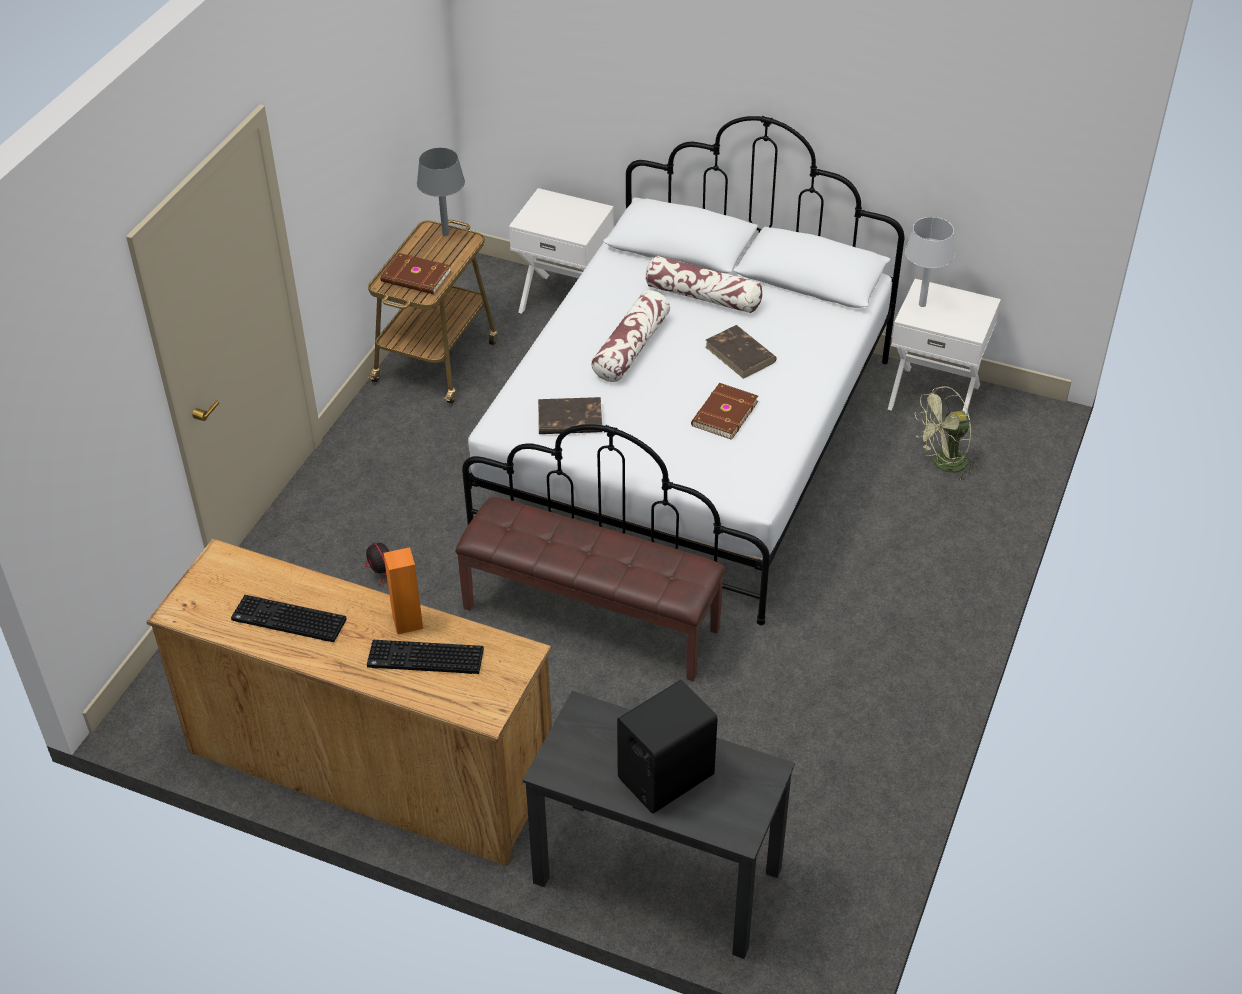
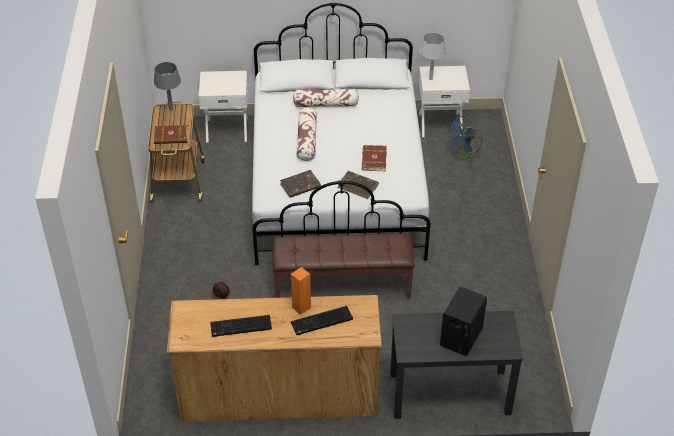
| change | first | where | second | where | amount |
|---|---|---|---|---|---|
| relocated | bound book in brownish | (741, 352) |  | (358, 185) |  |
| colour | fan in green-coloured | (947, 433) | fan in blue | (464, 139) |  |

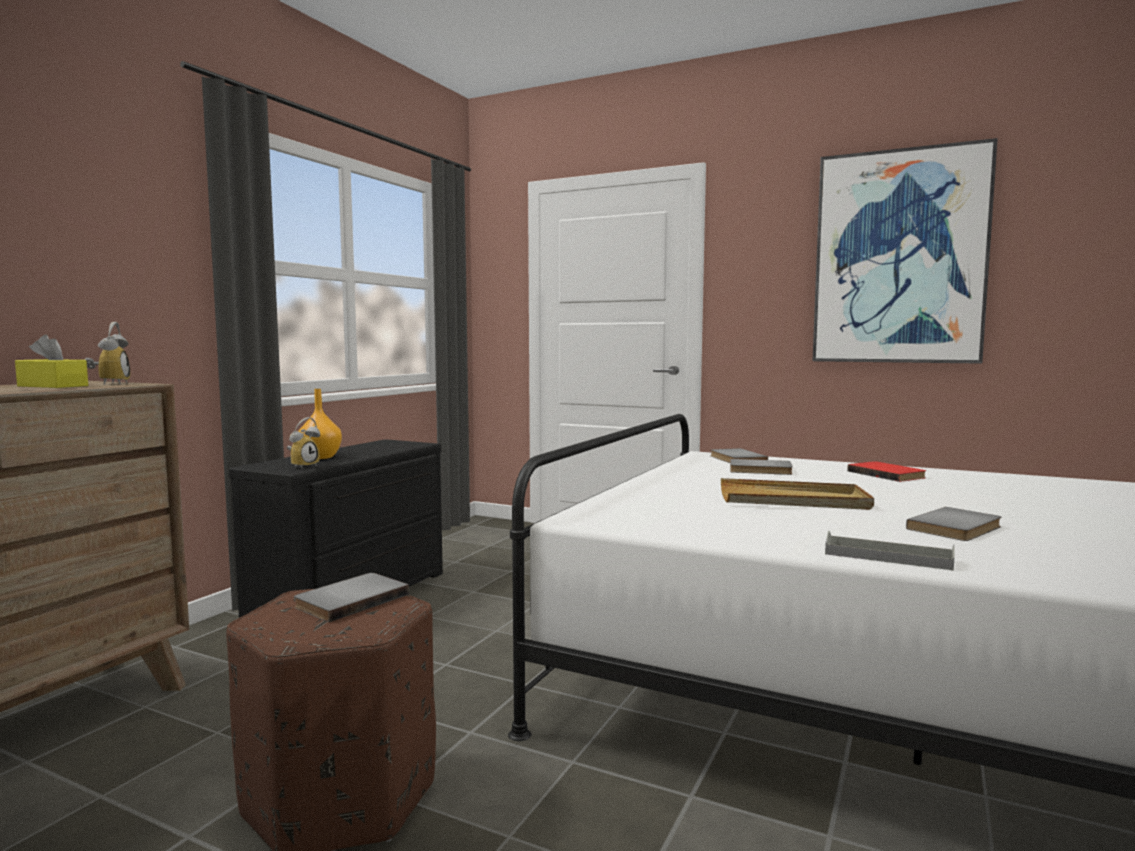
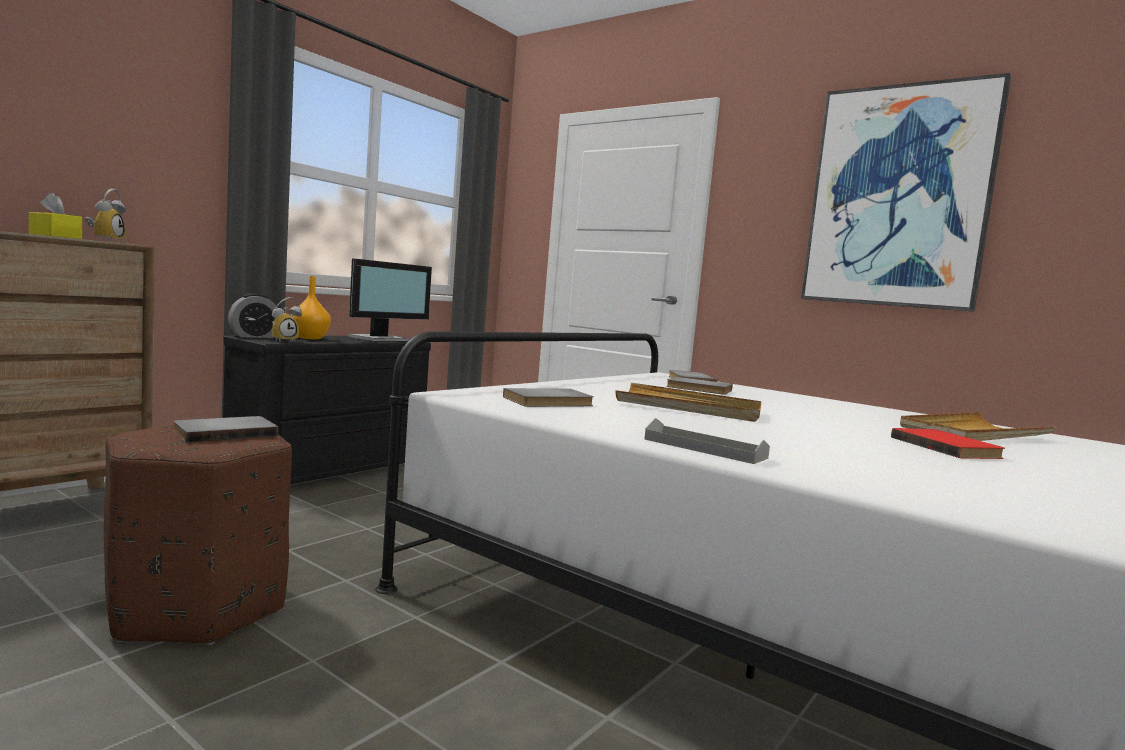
| change | first | where | second | where | amount |
|---|---|---|---|---|---|
| appeared |  |  | table clock | (253, 316) |  |
| appeared |  |  | computer display | (390, 300) |  |
| appeared |  |  | serving tray in beige-coloured | (978, 426) |  |
| relocated | bound book in red-coloured | (886, 471) |  | (948, 443) |  |
| relocated | bound book in gray | (954, 524) |  | (548, 397) |  |

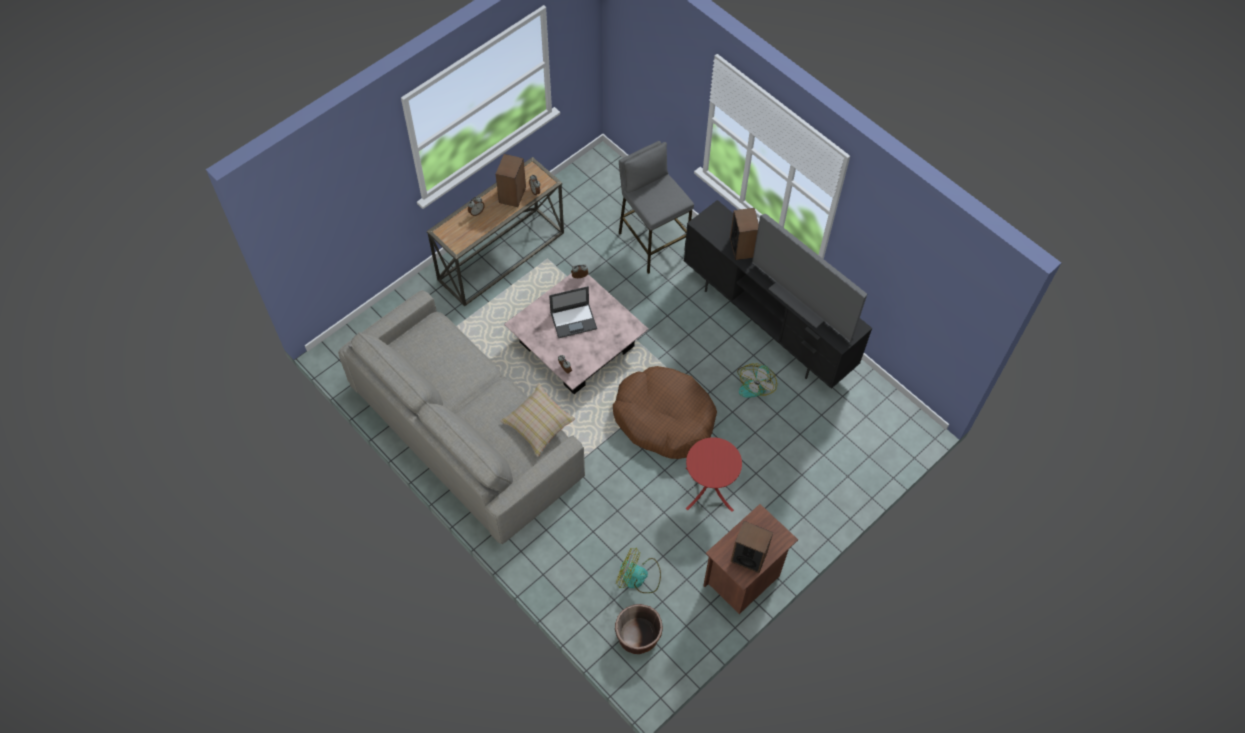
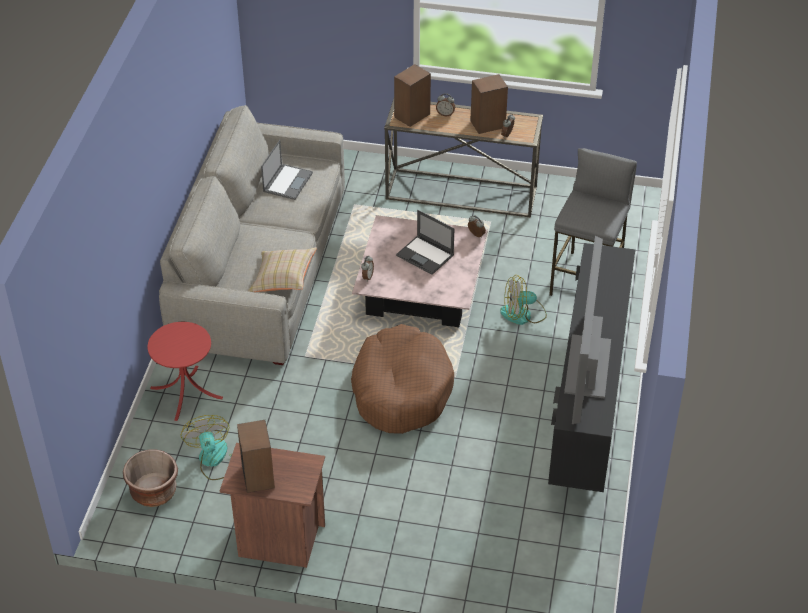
| change | first | where | second | where | amount |
|---|---|---|---|---|---|
| appeared |  |  | laptop | (287, 170) |  |
| relocated | accent table in red-coloured | (714, 474) |  | (185, 371) |  |
| relocated | loudspeaker | (744, 234) |  | (412, 95) |  |
| relocated | fan | (757, 380) |  | (523, 300) |  |

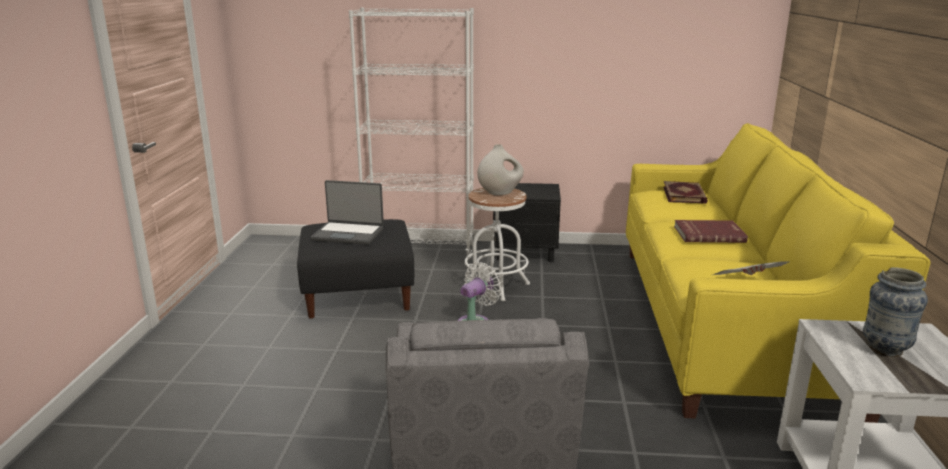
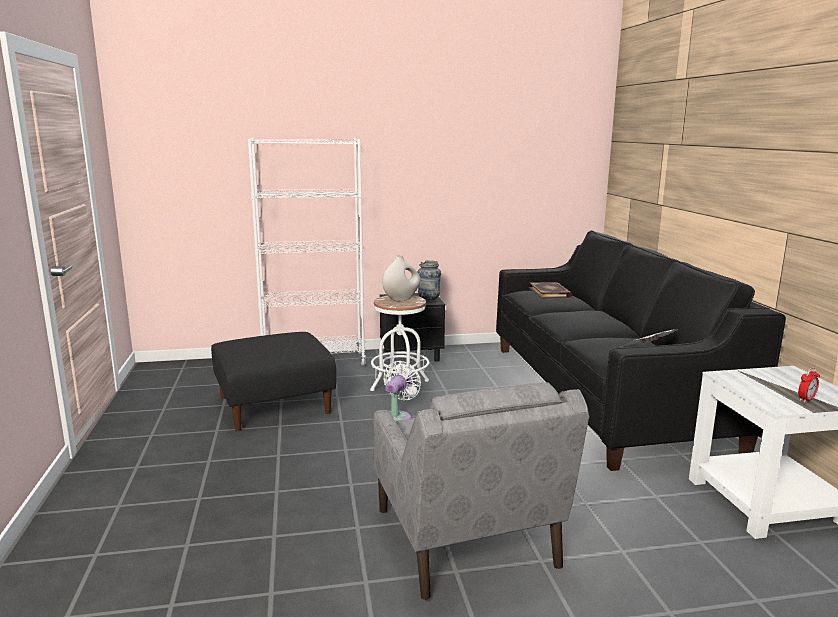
| change | first | where | second | where | amount |
|---|---|---|---|---|---|
| missing | laptop | (347, 212) |  |  |  |
| missing | bound book in red-coloured | (711, 231) |  |  |  |
| appeared |  |  | table clock | (809, 384) |  |
| relocated | decorative vase | (895, 312) |  | (429, 281) |  |
| colour | sofa in yellow | (778, 273) | sofa in black-coloured | (641, 350) |  |

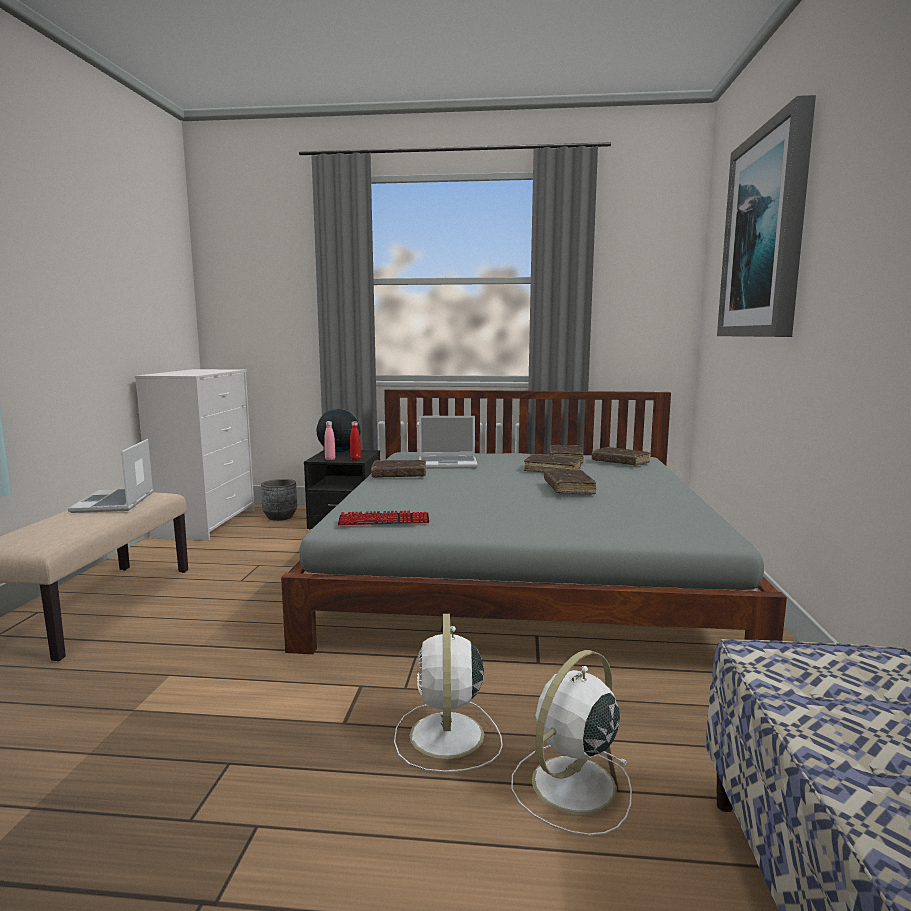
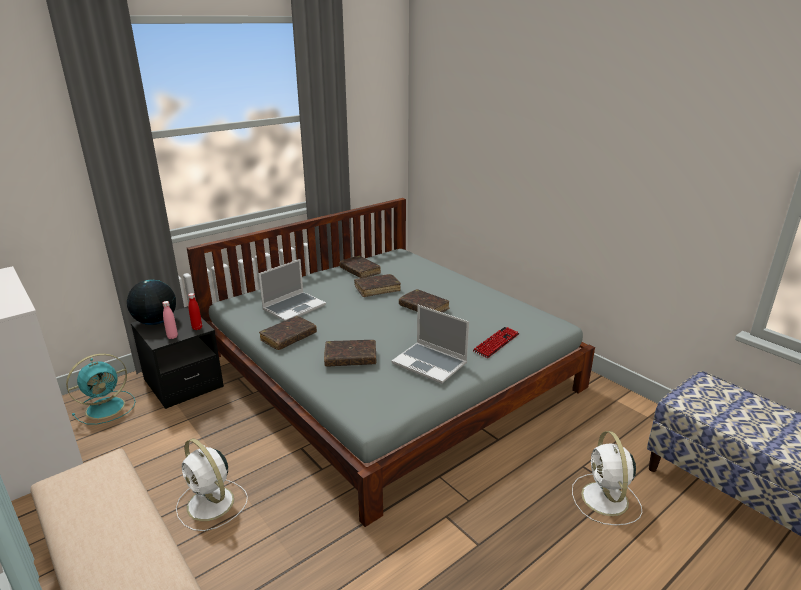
| change | first | where | second | where | amount |
|---|---|---|---|---|---|
| missing | picture | (766, 216) |  |  |  |
| relocated | laptop | (110, 476) |  | (430, 344) |  |
| relocated | PC keyboard | (383, 517) |  | (496, 342) |  |
| relocated | fan in white | (448, 693) |  | (212, 484) |  |
| relocated | bound book in brownish | (621, 456) |  | (350, 353) |  |
| exchanged | plant pot in gray | (279, 500) | fan in blue-green | (100, 389) |  |

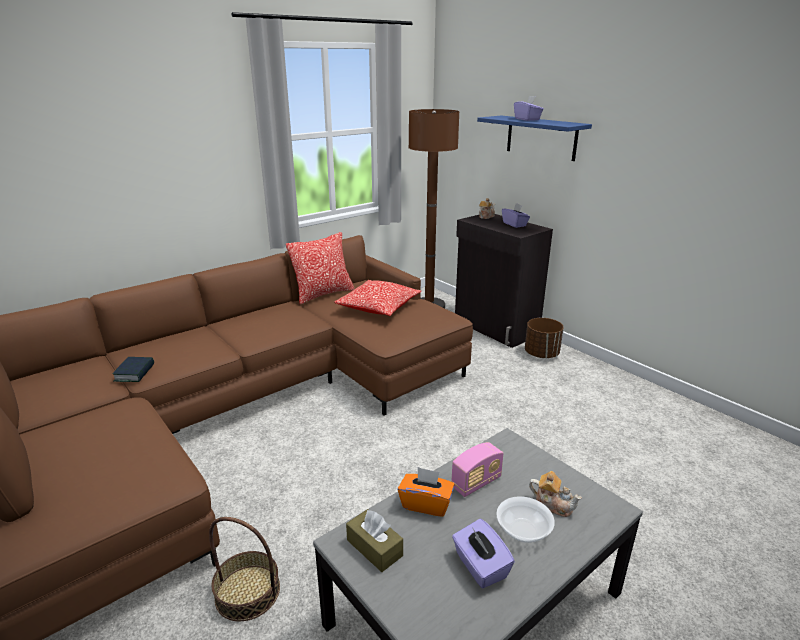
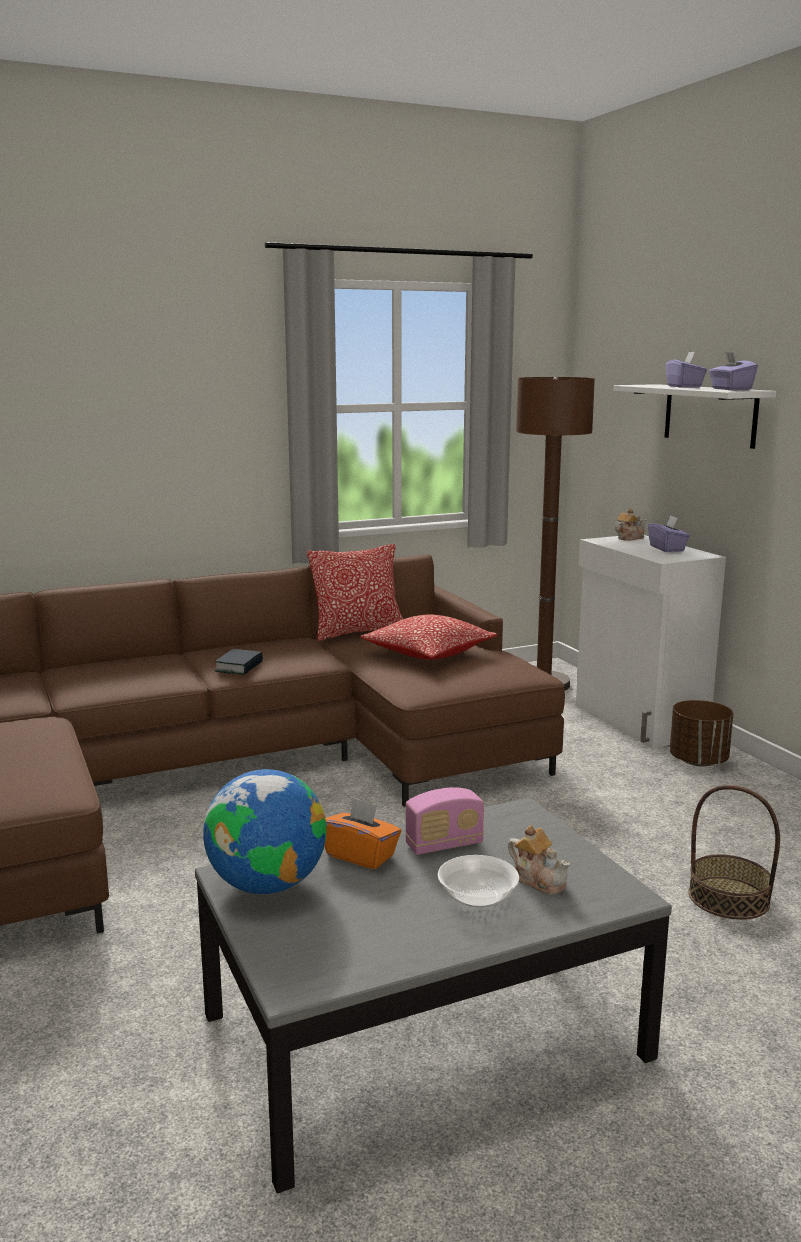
| change | first | where | second | where | amount |
|---|---|---|---|---|---|
| relocated | bound book | (133, 369) |  | (239, 662) |  |
| relocated | basket | (244, 569) |  | (734, 852) |  |
| relocated | tissue box in purplish | (483, 553) |  | (733, 371) |  |
| exchanged | tissue box in brownish | (374, 540) | world globe | (264, 831) |  |
| colour | cupboard in black-coloured | (504, 281) | cupboard in white | (651, 641) |  |
| colour | shelf in blue | (534, 138) | shelf in white | (695, 416) |  |

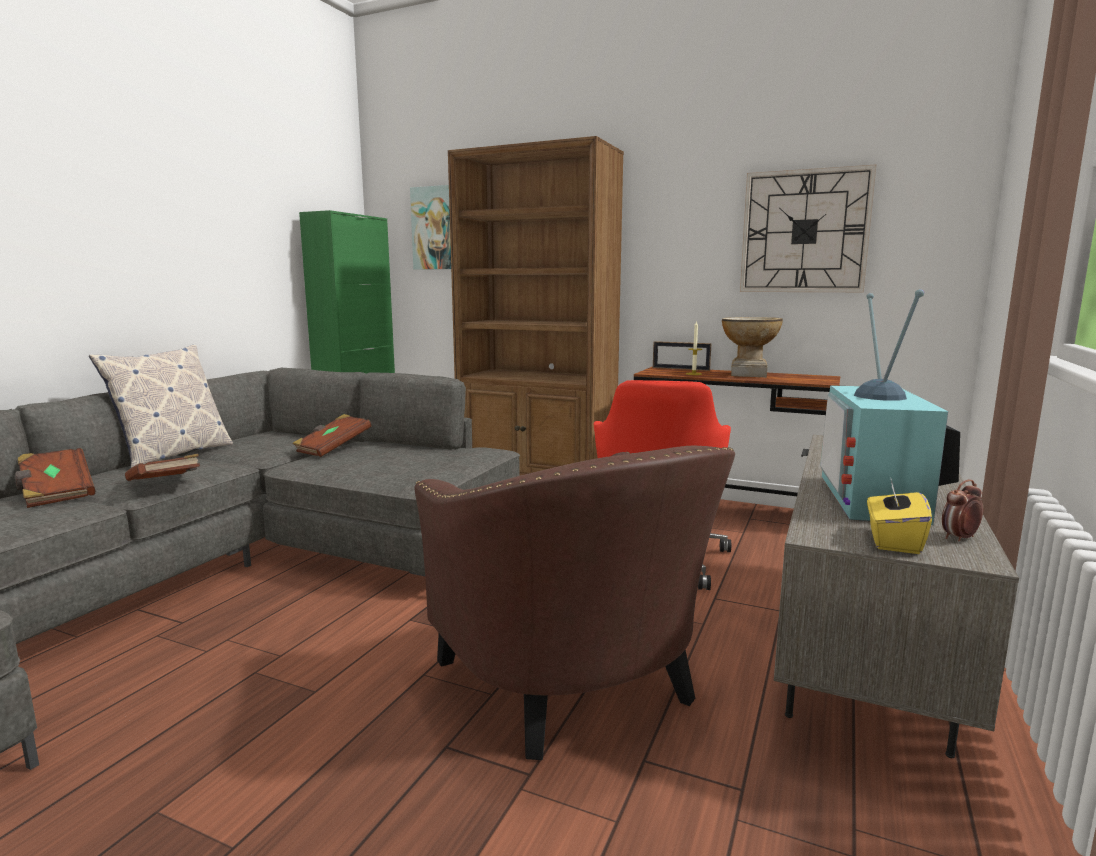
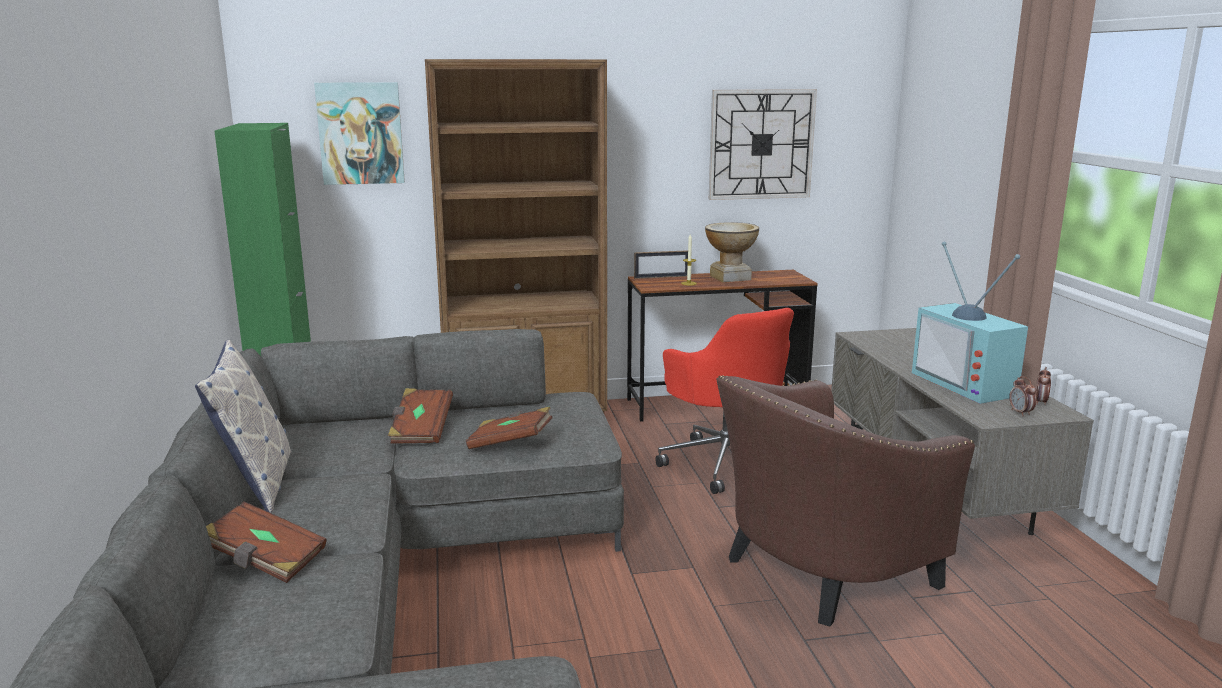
| change | first | where | second | where | amount |
|---|---|---|---|---|---|
| relocated | bound book in brownish | (162, 467) |  | (509, 428) |  |
| exchanged | tissue box in yellow | (899, 516) | table clock | (1022, 396) |  |
| spun | lounge chair in brownish | (574, 603) |  | (845, 501) | 120 degrees clockwise |

